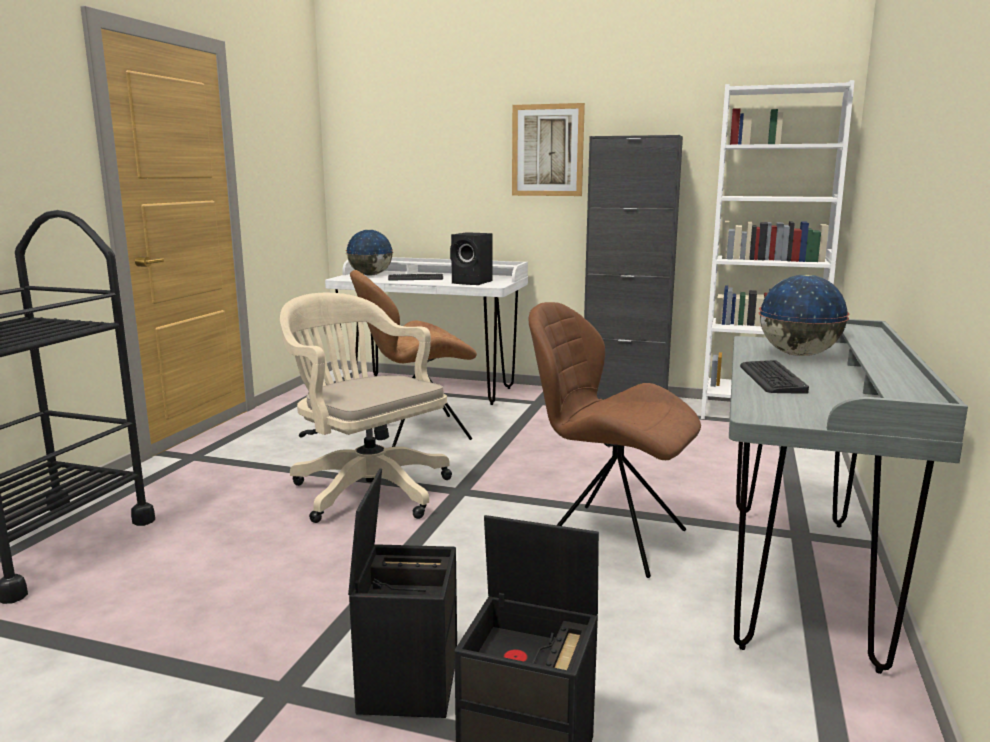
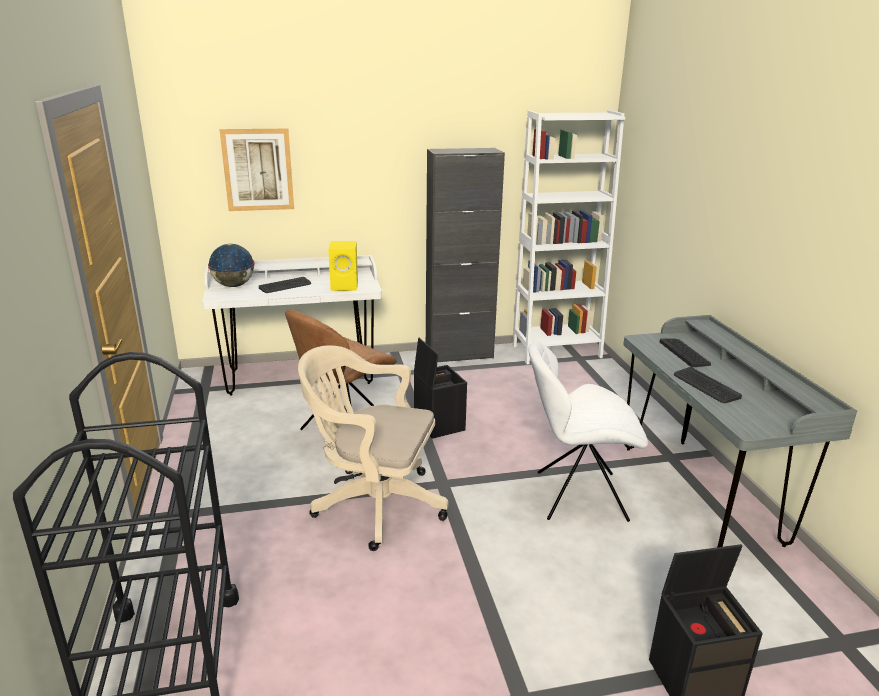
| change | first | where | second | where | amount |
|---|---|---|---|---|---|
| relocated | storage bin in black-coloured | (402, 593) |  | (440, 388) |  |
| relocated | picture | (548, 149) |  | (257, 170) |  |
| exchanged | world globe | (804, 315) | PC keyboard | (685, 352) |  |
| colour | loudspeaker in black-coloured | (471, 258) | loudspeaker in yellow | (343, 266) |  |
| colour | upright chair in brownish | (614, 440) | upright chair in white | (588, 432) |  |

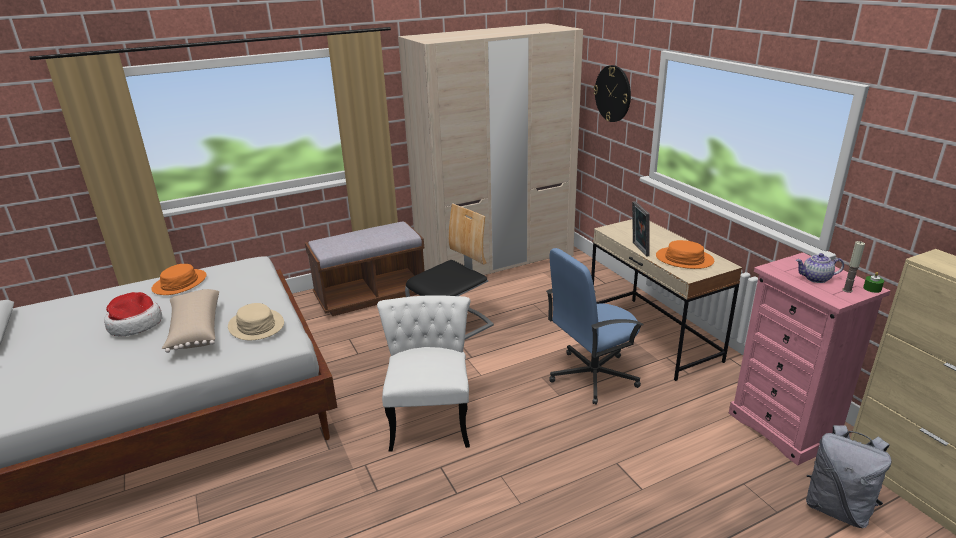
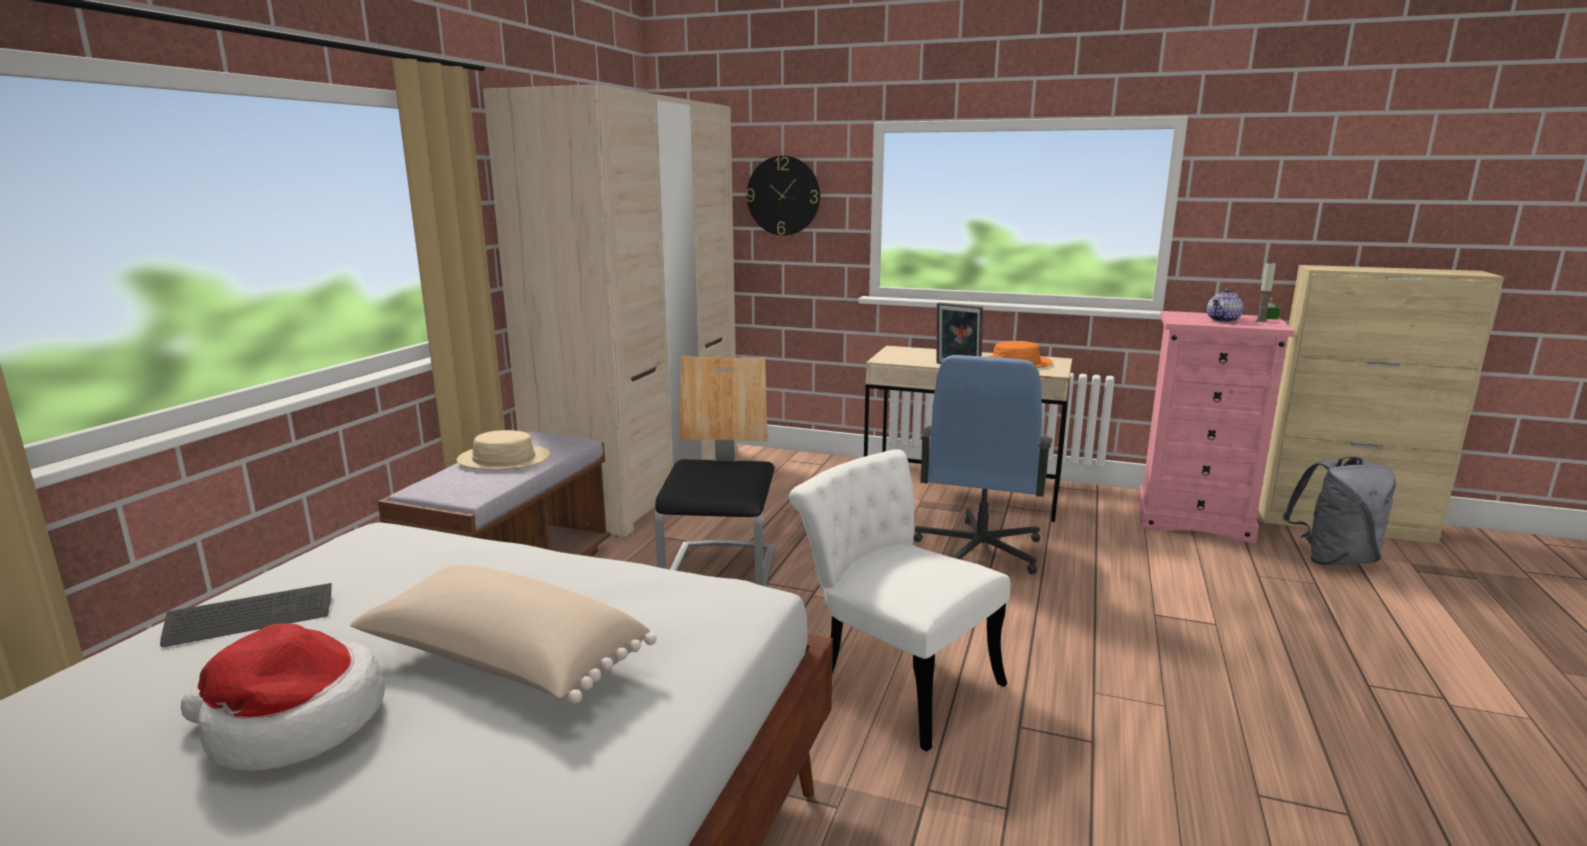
| change | first | where | second | where | amount |
|---|---|---|---|---|---|
| relocated | clothing hat in beige-coloured | (256, 321) |  | (503, 450) |  |
| exchanged | clothing hat in orange | (179, 279) | PC keyboard | (246, 615) |  |

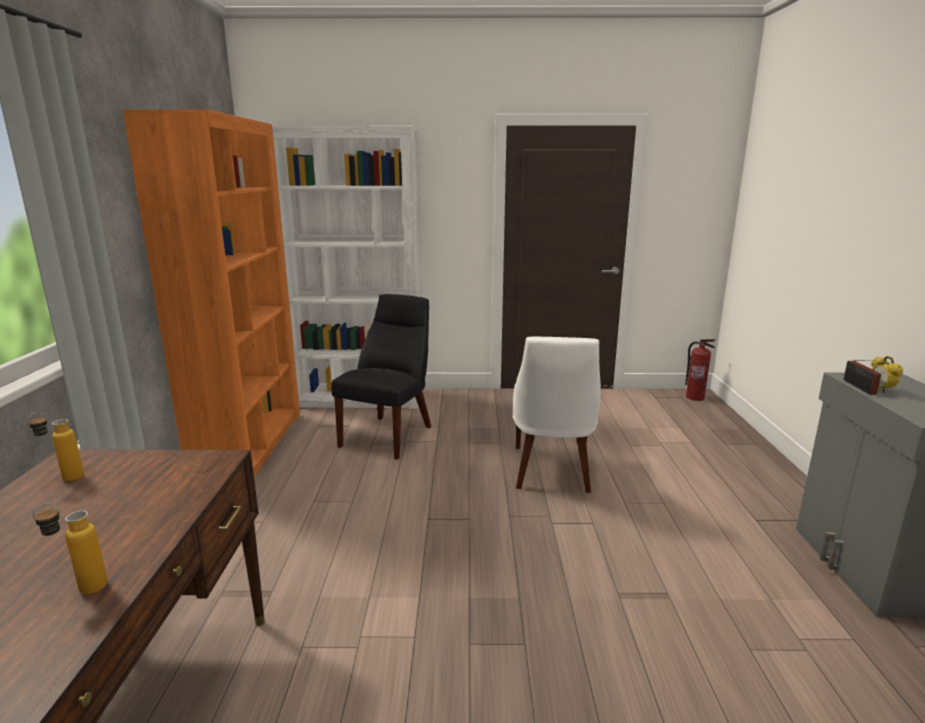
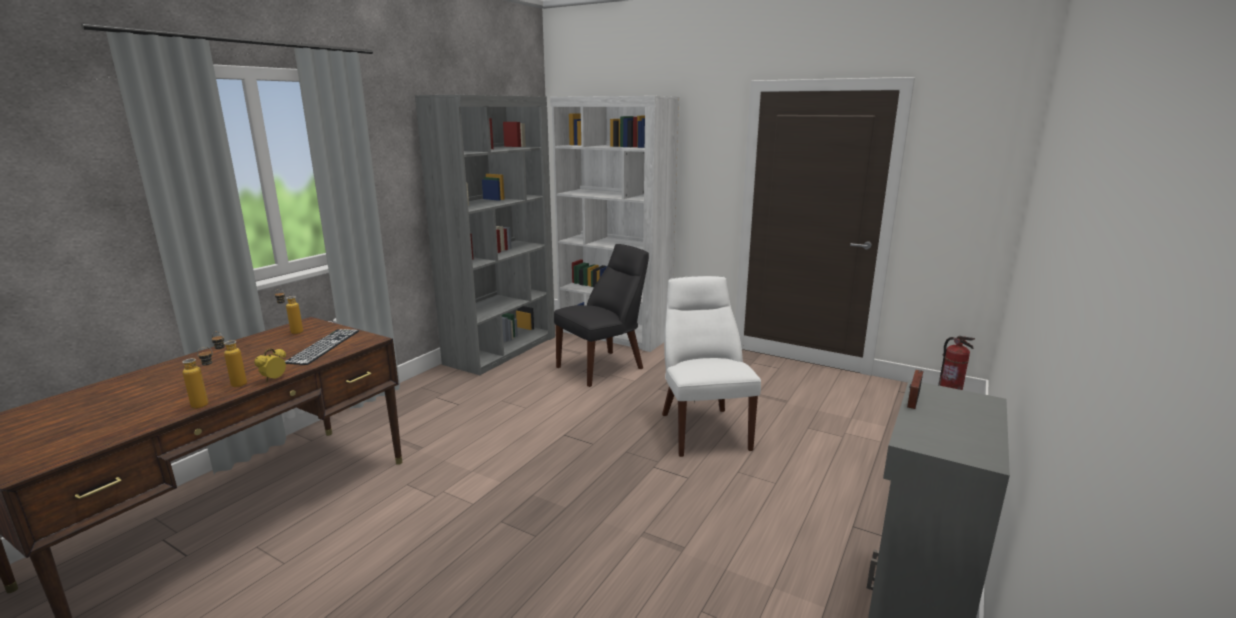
| change | first | where | second | where | amount |
|---|---|---|---|---|---|
| appeared |  |  | bottle | (197, 378) |  |
| appeared |  |  | PC keyboard | (322, 347) |  |
| relocated | table clock | (887, 374) |  | (270, 364) |  |
| colour | bookcase in orange | (211, 293) | bookcase in gray | (485, 235) |  |
| spun | upright chair in white | (557, 415) |  | (711, 366) | 135 degrees clockwise |

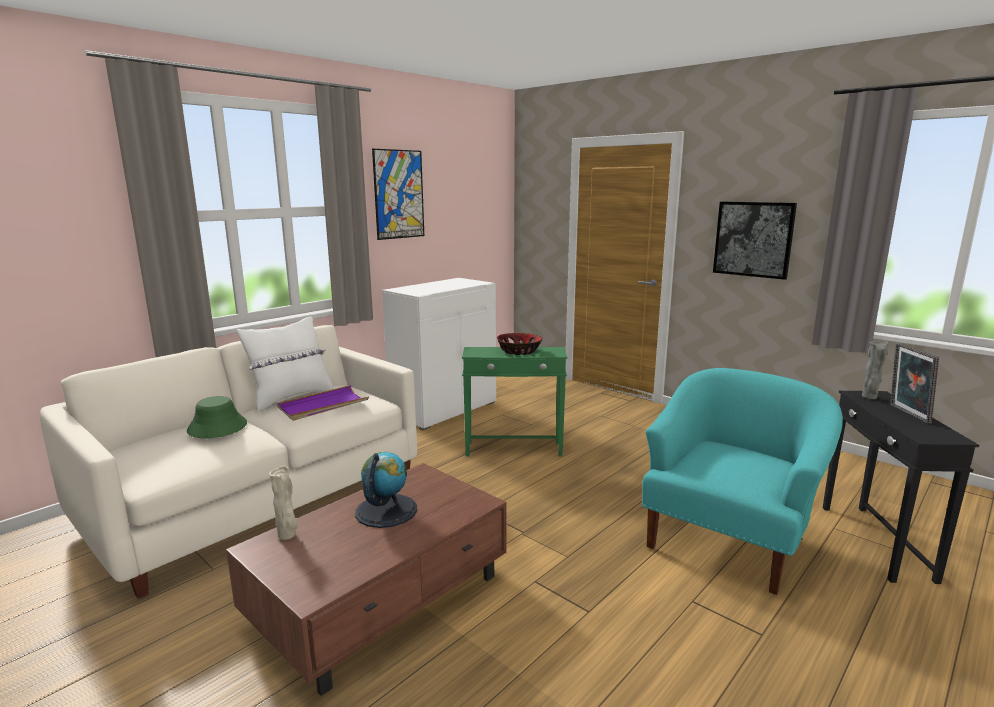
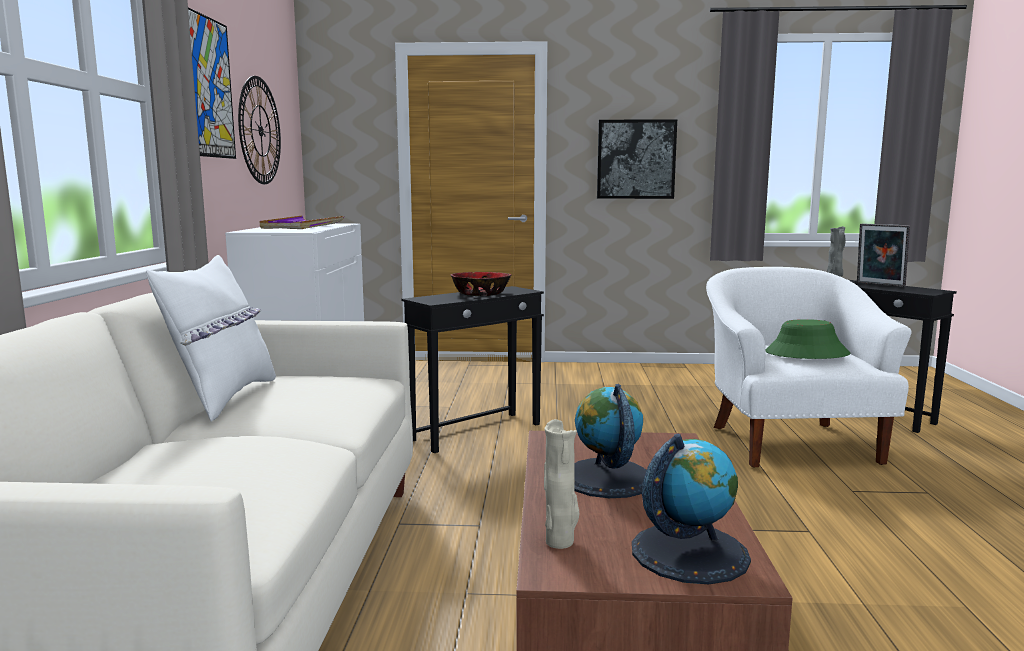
| change | first | where | second | where | amount |
|---|---|---|---|---|---|
| appeared |  |  | clock on the wall | (259, 130) |  |
| appeared |  |  | world globe | (691, 509) |  |
| relocated | clothing hat in green-coloured | (217, 417) |  | (808, 339) |  |
| relocated | serving tray in purplish | (323, 403) |  | (302, 222) |  |
| colour | accent table in green-coloured | (514, 402) | accent table in black-coloured | (472, 369) |  |
| colour | lounge chair in blue-green | (742, 481) | lounge chair in white | (809, 367) |  |

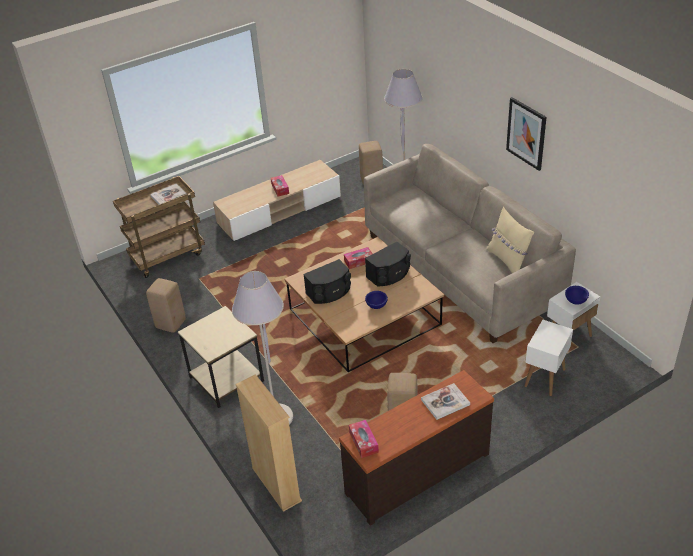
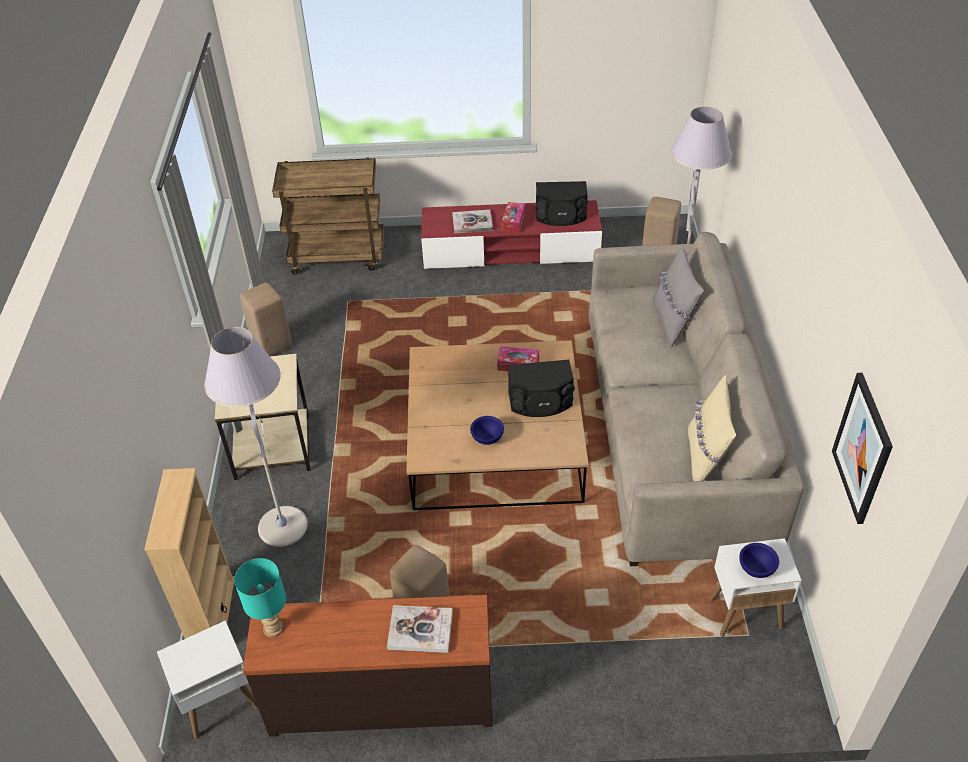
| change | first | where | second | where | amount |
|---|---|---|---|---|---|
| appeared |  |  | throw pillow in gray | (678, 296) |  |
| relocated | bound book | (168, 194) |  | (472, 221) |  |
| relocated | loudspeaker in black-coloured | (327, 281) |  | (562, 203) |  |
| relocated | picture | (526, 134) |  | (862, 448) |  |
| relocated | accent table in white | (548, 358) |  | (207, 680) |  |
| exchanged | tissue box | (364, 439) | lamp for a table in blue-green | (260, 597) |  |
| colour | media console in beige-coloured | (277, 200) | media console in red-coloured | (511, 234) |  |

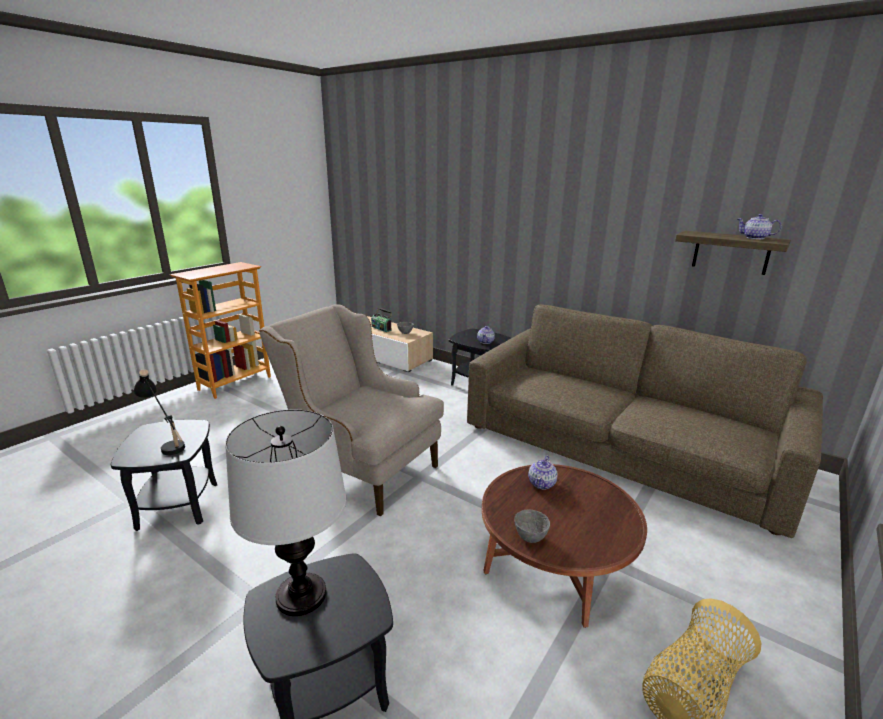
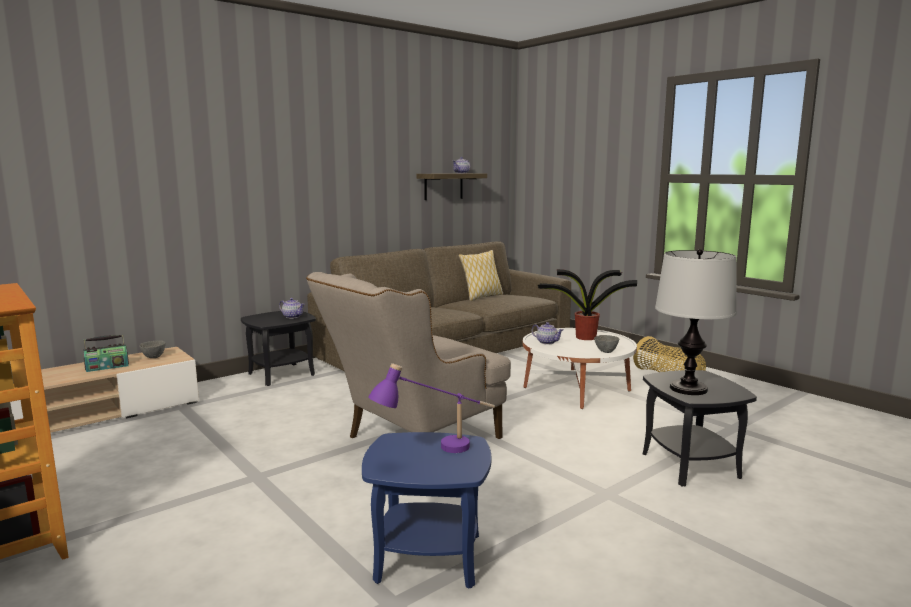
| change | first | where | second | where | amount |
|---|---|---|---|---|---|
| appeared |  |  | throw pillow | (480, 275) |  |
| appeared |  |  | plant in a pot | (587, 304) |  |
| colour | accent table in black-coloured | (164, 475) | accent table in blue | (426, 510) |  |
| colour | lamp for a table in black-coloured | (159, 412) | lamp for a table in purplish | (431, 408) |  |
| colour | coffee table in brownish | (564, 546) | coffee table in white | (580, 368) |  |

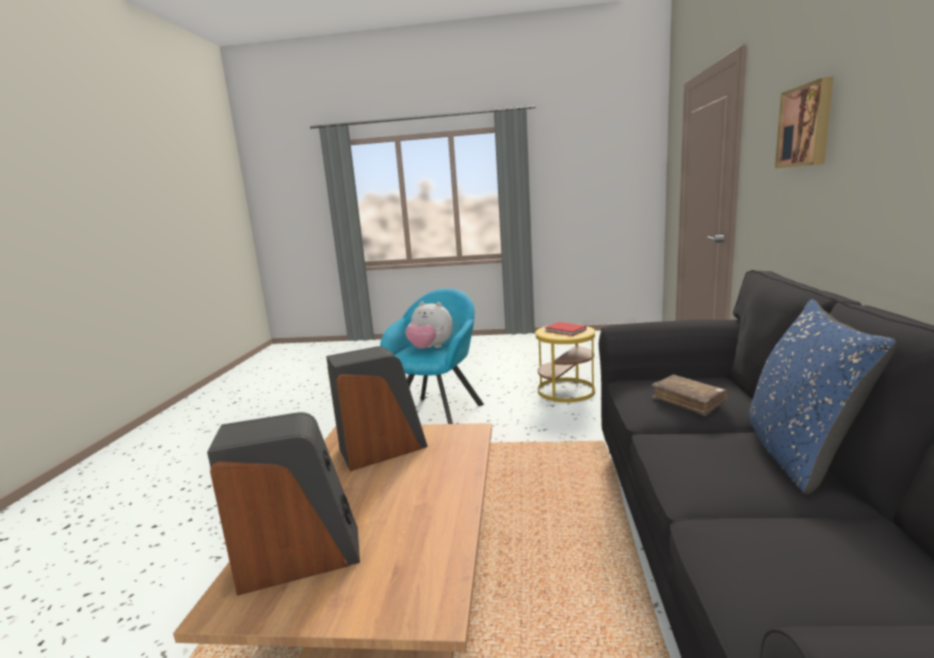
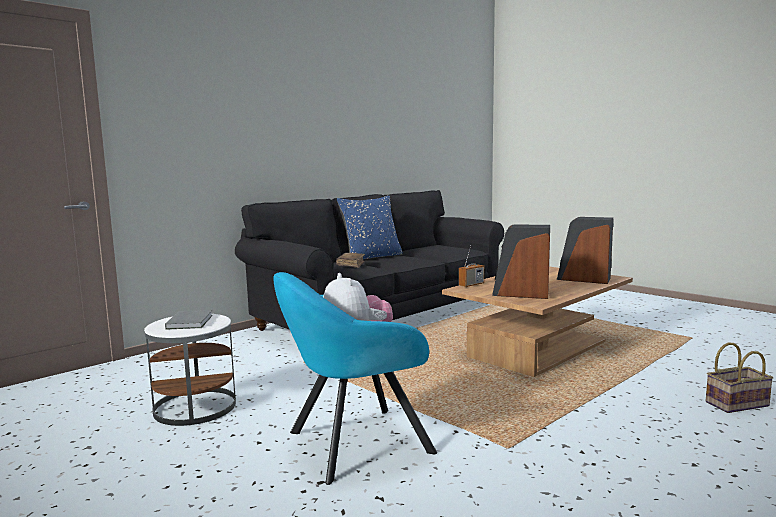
| change | first | where | second | where | amount |
|---|---|---|---|---|---|
| missing | picture | (804, 122) |  |  |  |
| appeared |  |  | radio set | (471, 266) |  |
| appeared |  |  | basket | (739, 378) |  |
| colour | accent table in yellow | (565, 363) | accent table in white | (190, 370) |  |
| colour | bound book in red-coloured | (566, 329) | bound book in gray | (189, 320) |  |

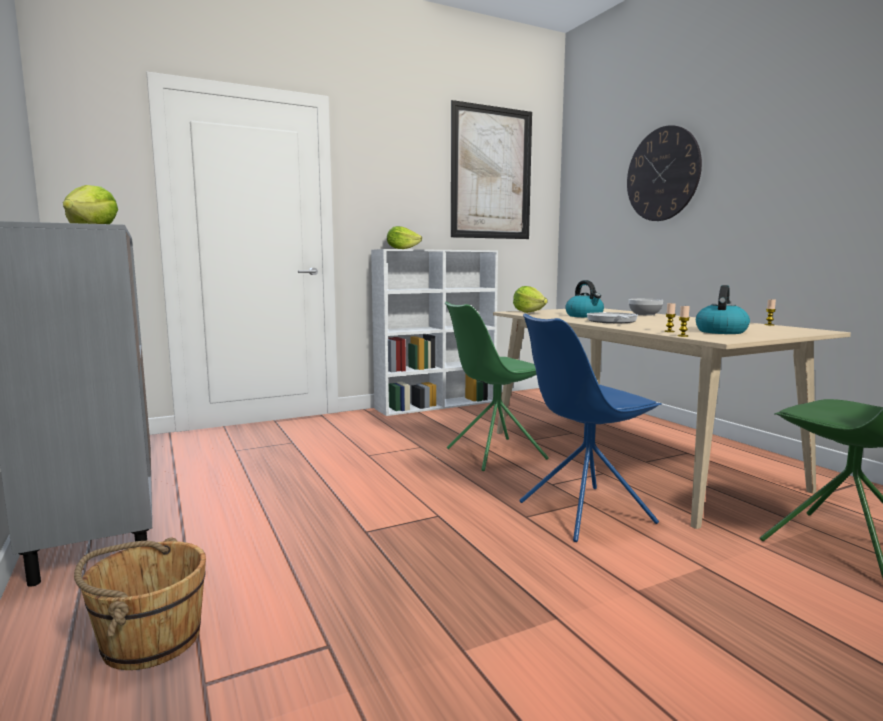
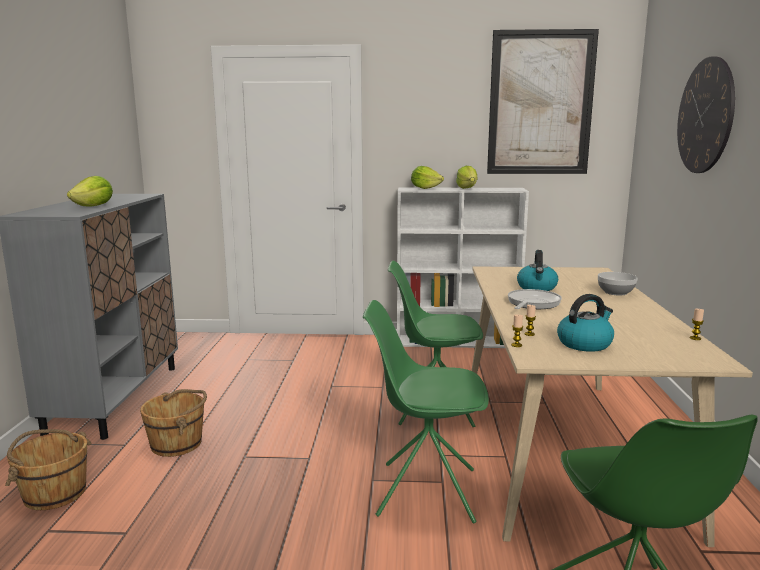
| change | first | where | second | where | amount |
|---|---|---|---|---|---|
| appeared |  |  | water bucket in brownish | (173, 423) |  |
| relocated | head of lettuce | (530, 299) |  | (467, 177) |  |
| colour | upright chair in blue | (590, 428) | upright chair in green-coloured | (426, 412) |  |

